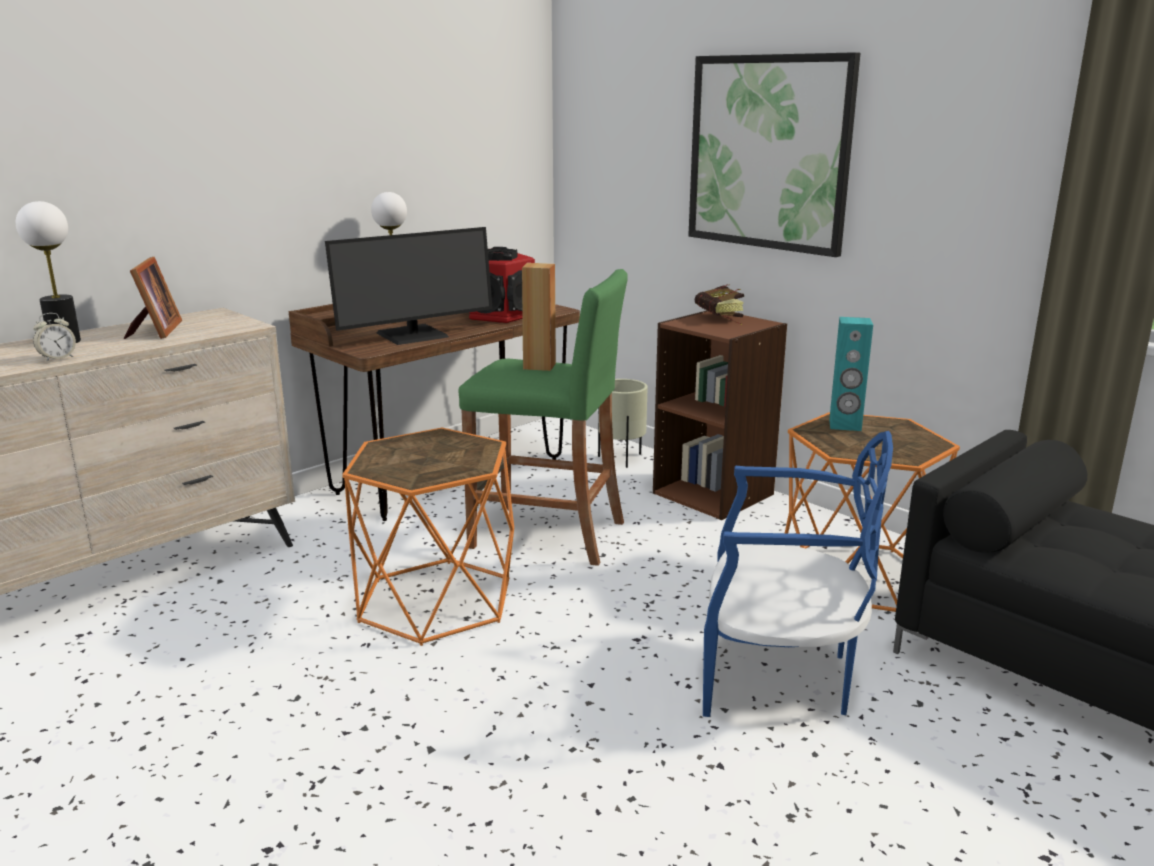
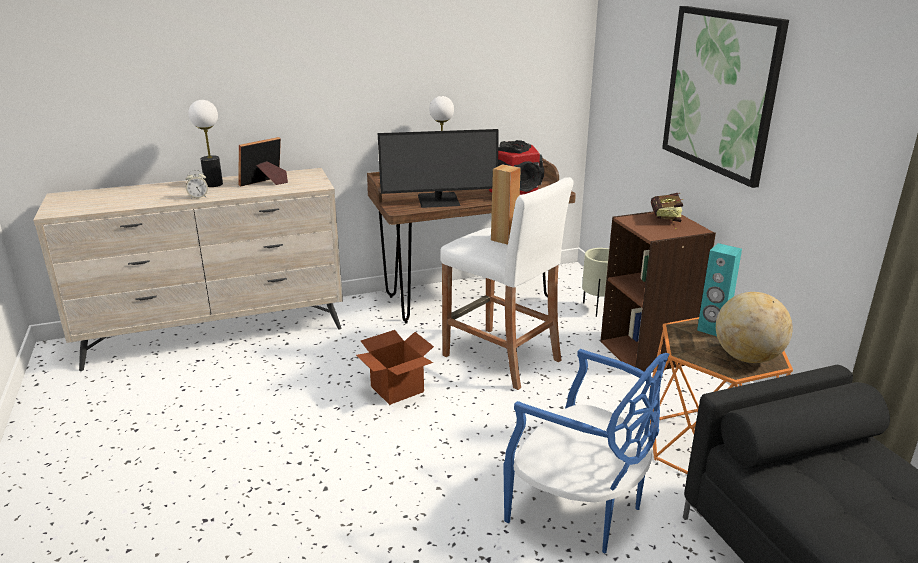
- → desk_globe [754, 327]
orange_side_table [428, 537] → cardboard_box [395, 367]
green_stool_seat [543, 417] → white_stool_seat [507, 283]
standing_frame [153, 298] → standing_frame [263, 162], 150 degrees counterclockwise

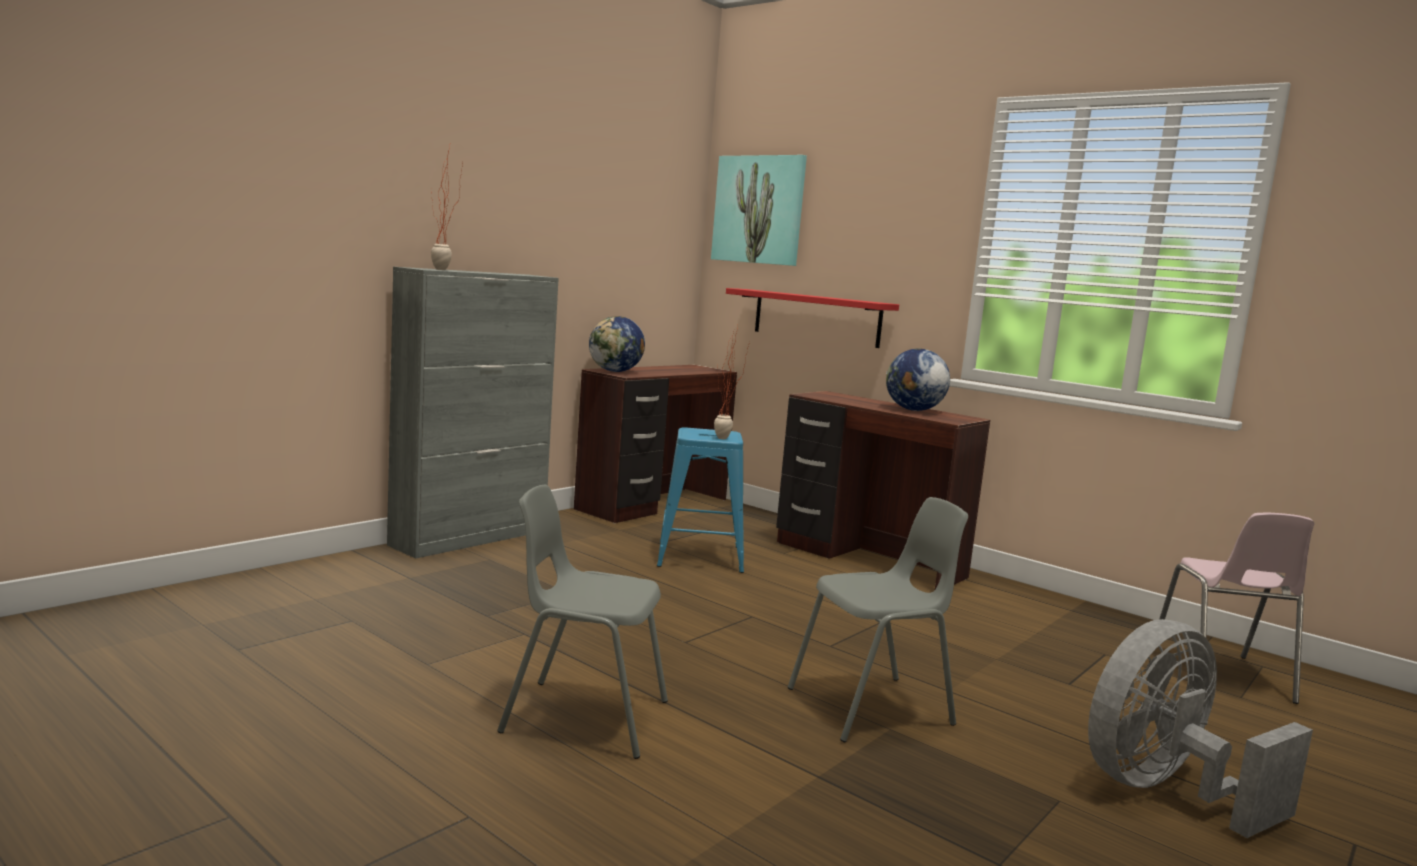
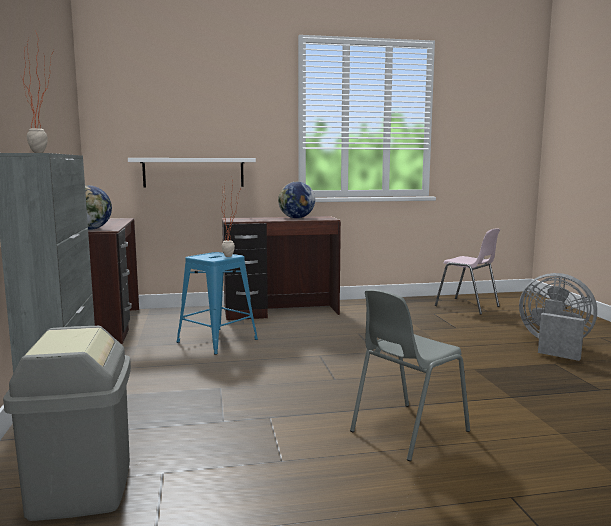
wall_picture [759, 210] → -
greyish_upright_chair [878, 619] → -
- → greyish_rubbish_bin [67, 423]
red-coloured_wall_shelf [812, 318] → white_wall_shelf [192, 172]
greyish_cooling_fan [1200, 728] → greyish_cooling_fan [558, 317], 120 degrees clockwise

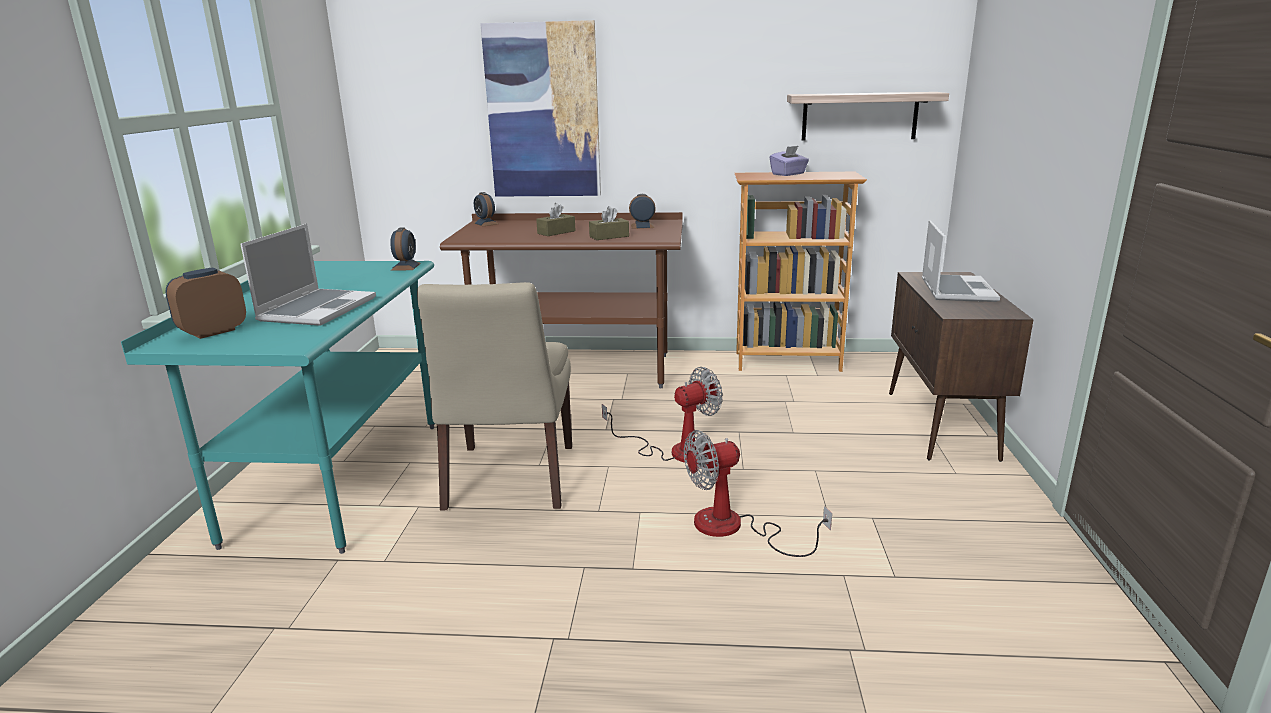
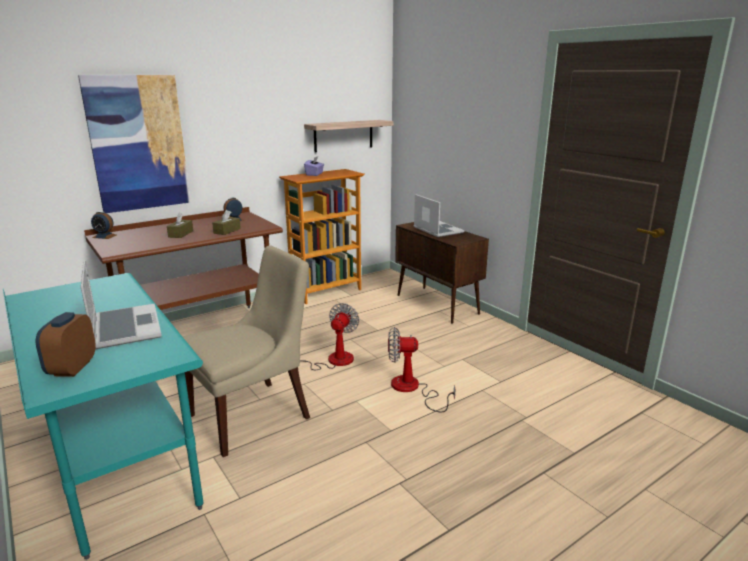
alarm_clock [405, 249] → -
beige-coloured_upright_chair [494, 396] → beige-coloured_upright_chair [246, 351], 90 degrees counterclockwise
cooling_fan [758, 493] → cooling_fan [422, 369], 60 degrees clockwise

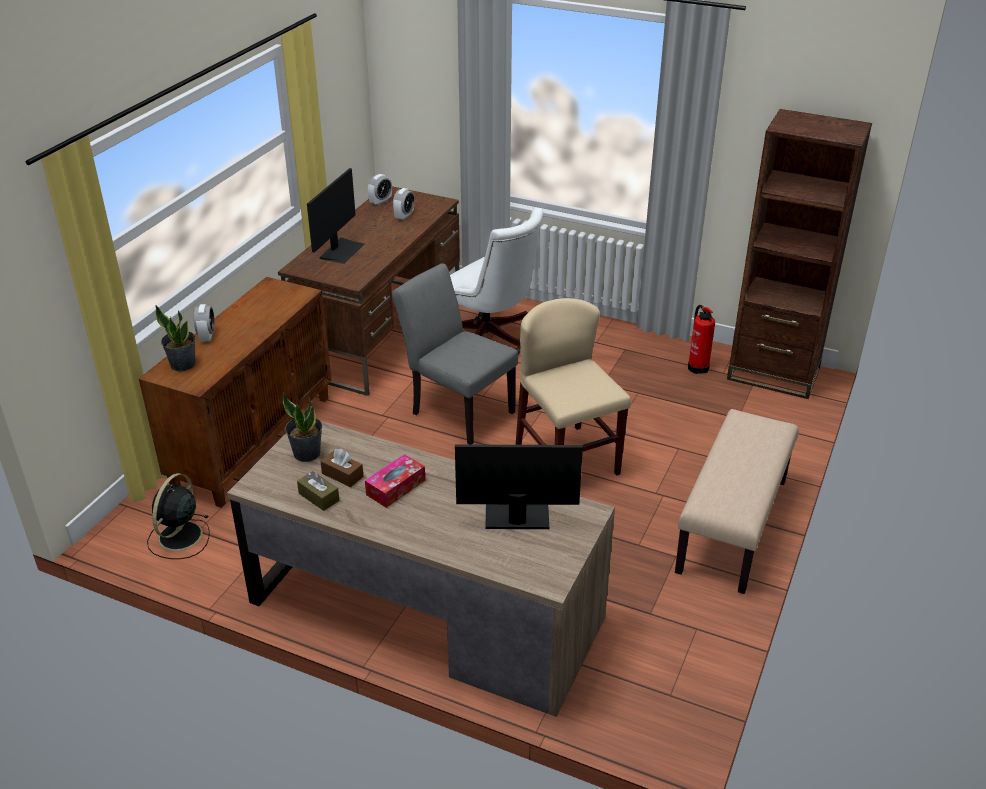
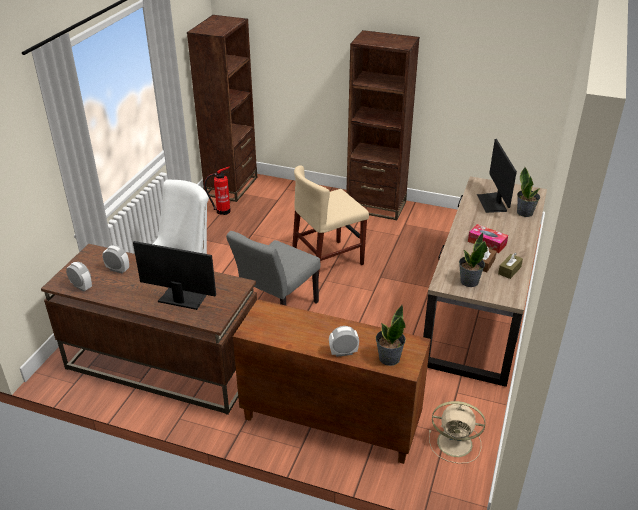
- → houseplant [528, 192]
beige-coloured_indoor_bench [737, 501] → brown_bookcase [383, 125]
blackish_cooling_fan [178, 516] → beige-coloured_cooling_fan [457, 432]

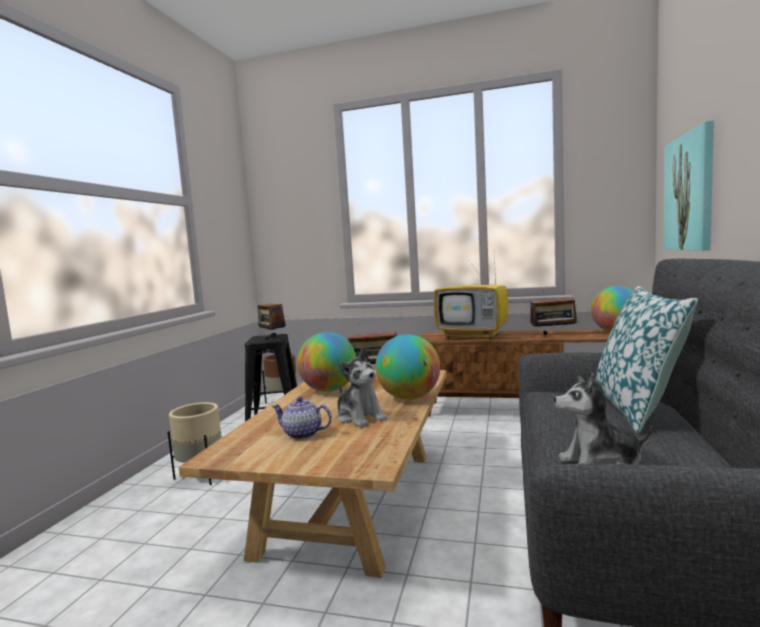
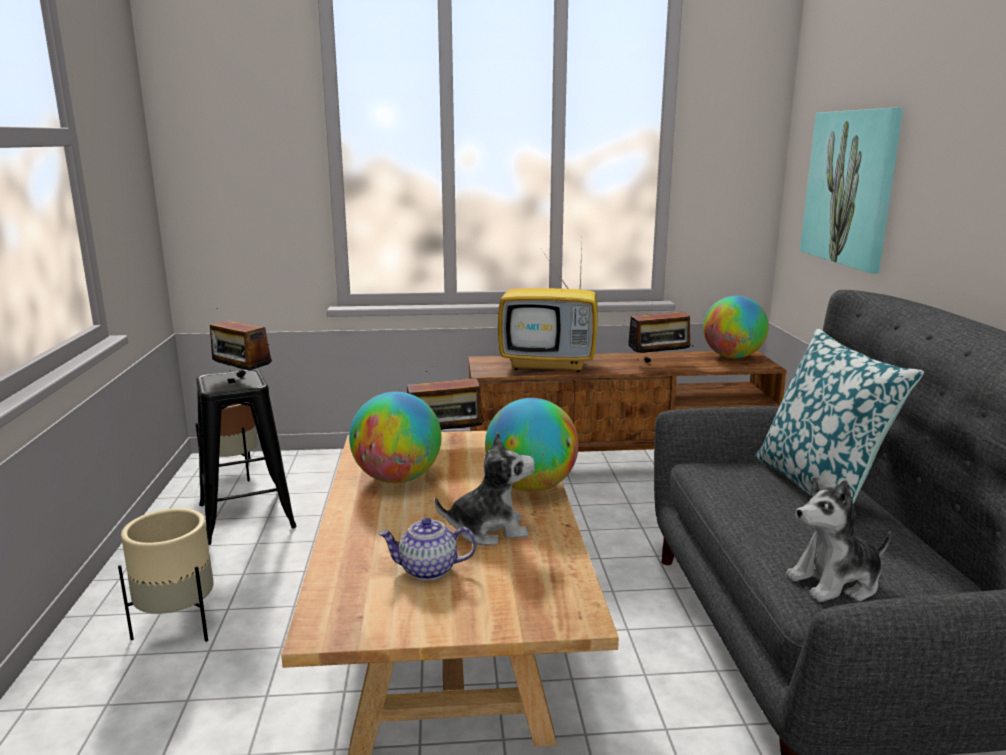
plush_toy [362, 388] → plush_toy [485, 489], 45 degrees counterclockwise

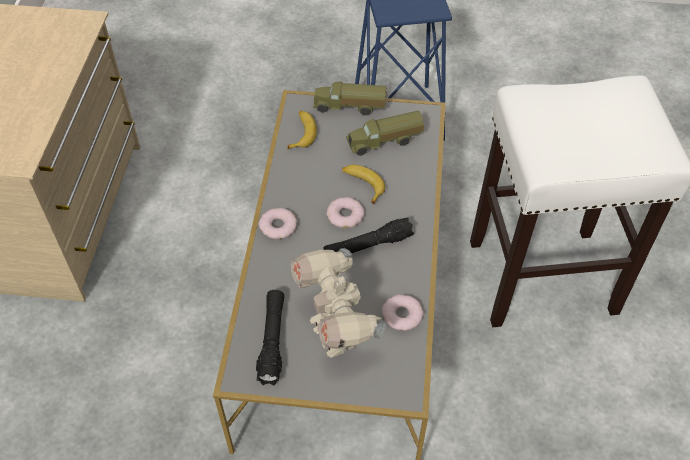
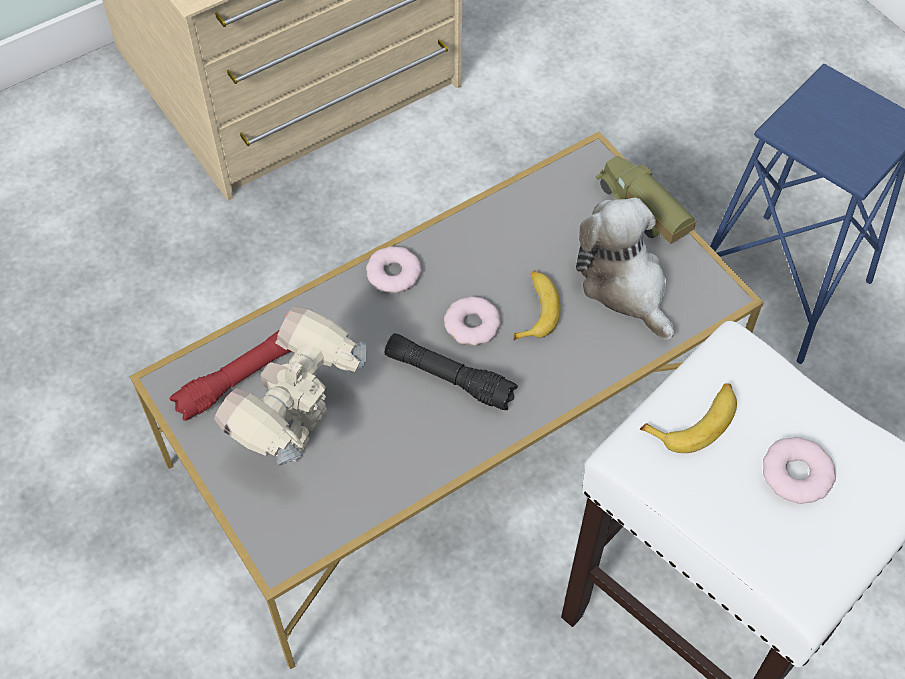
whole_banana [302, 130] → whole_banana [688, 418], moved
donut [403, 312] → donut [799, 470], moved
toy_lorry [385, 133] → plush_toy [625, 268]
blackish_hand_torch [270, 337] → red-coloured_hand_torch [230, 375]

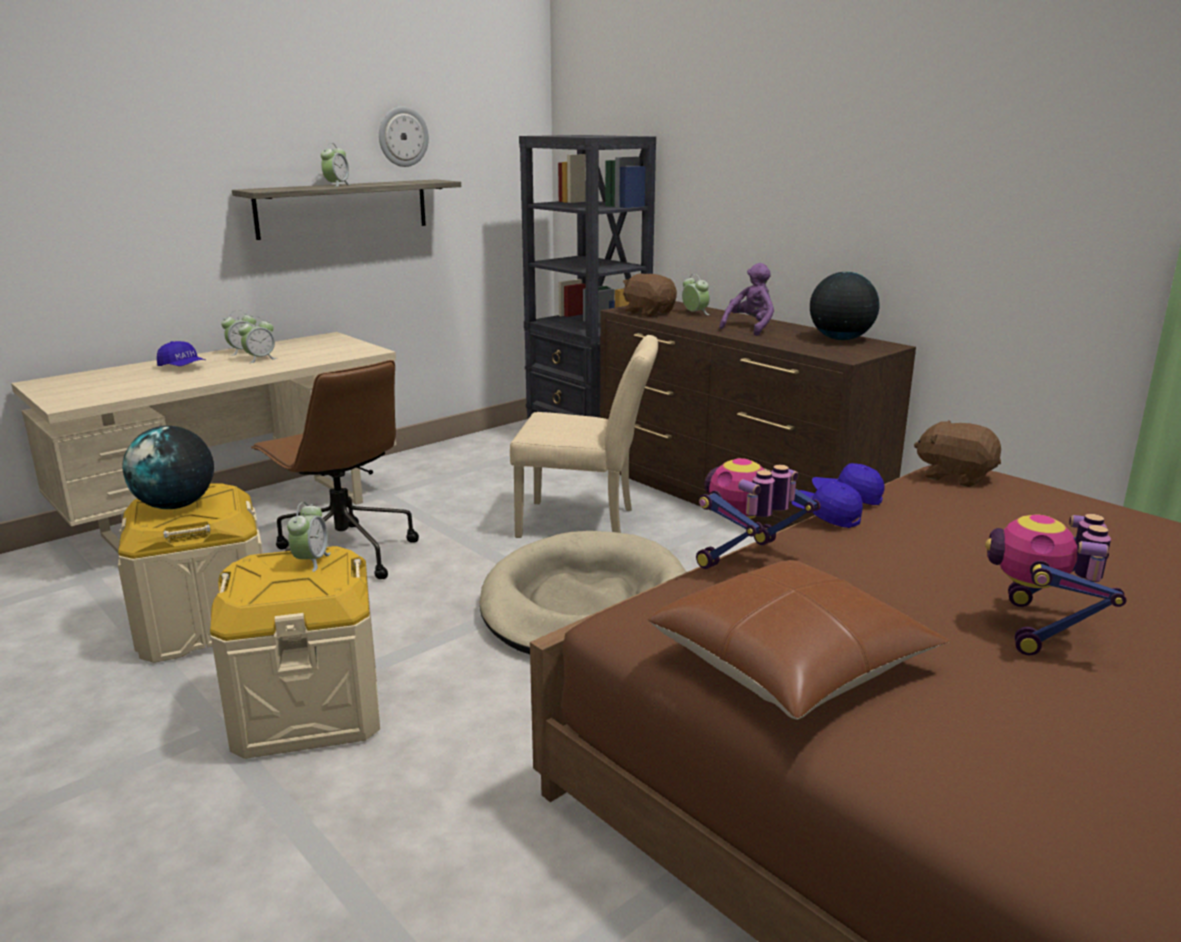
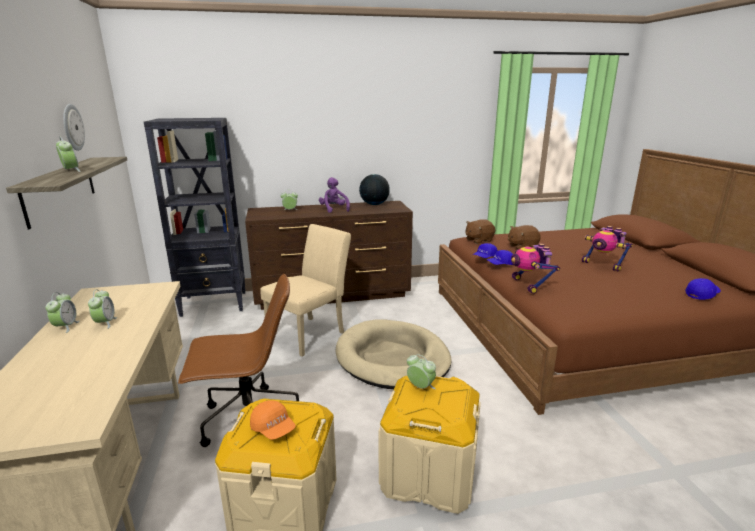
brown_pillow [799, 639] → -
blue-coloured_baseball_cap [181, 353] → blue-coloured_baseball_cap [703, 289], moved
brown_plush_toy [650, 295] → brown_plush_toy [524, 237], moved
desk_globe [168, 467] → orange_baseball_cap [273, 420]

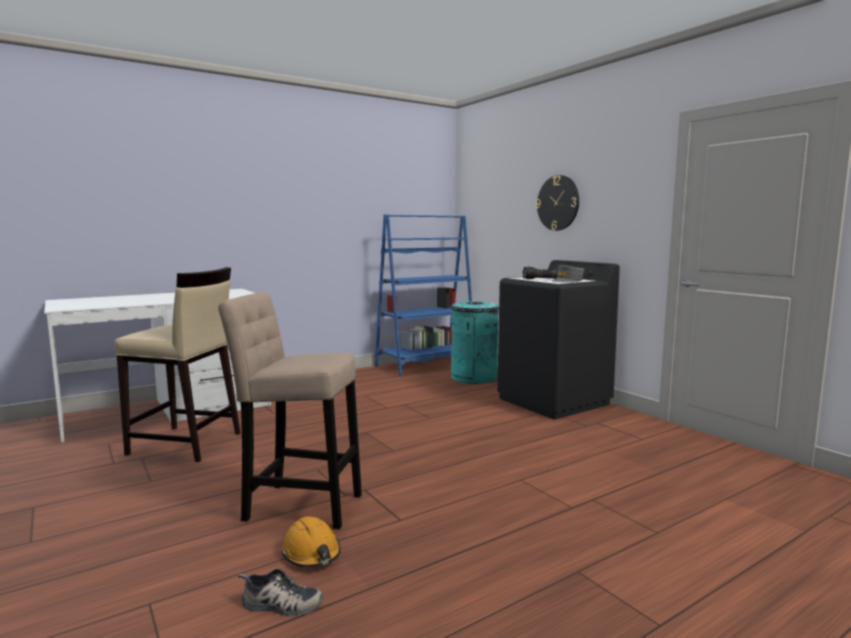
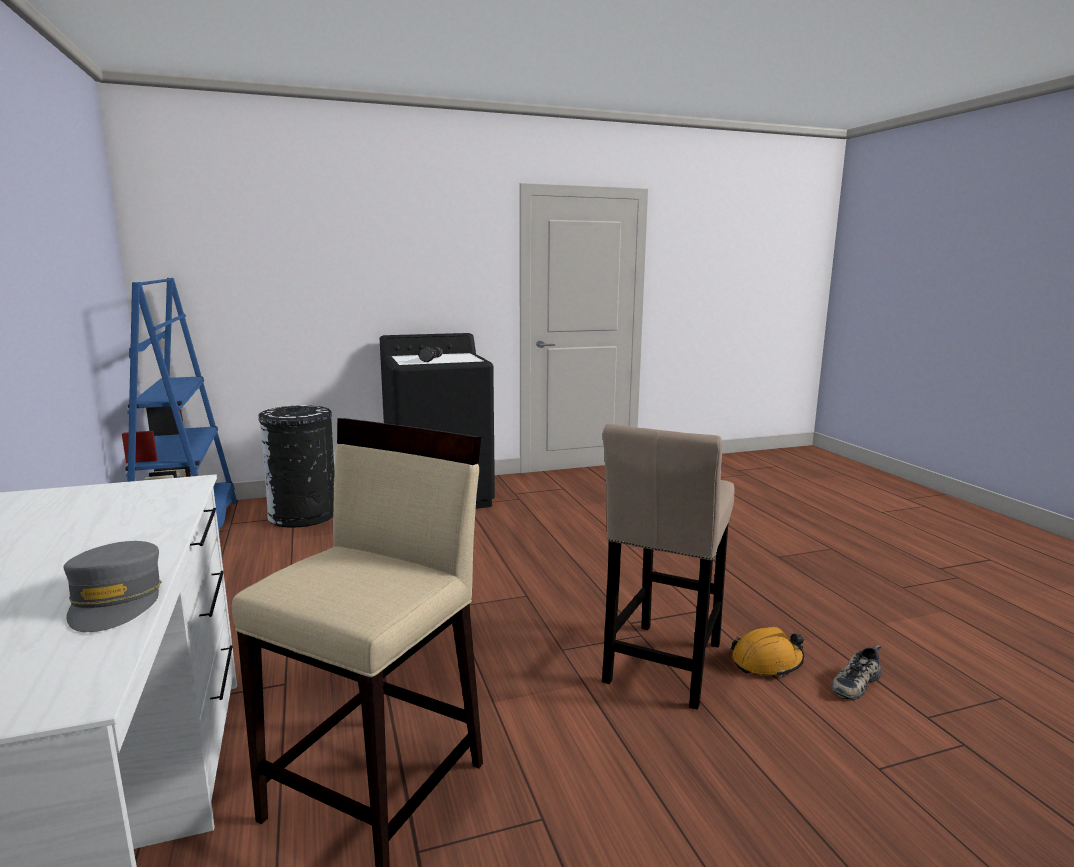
wall_clock [557, 203] → -
greyish_baseball_cap [568, 273] → greyish_baseball_cap [113, 586], moved
turquoise-coloured_rubbish_bin [475, 342] → blackish_rubbish_bin [296, 466]
shoe [280, 592] → shoe [856, 672], 150 degrees counterclockwise

